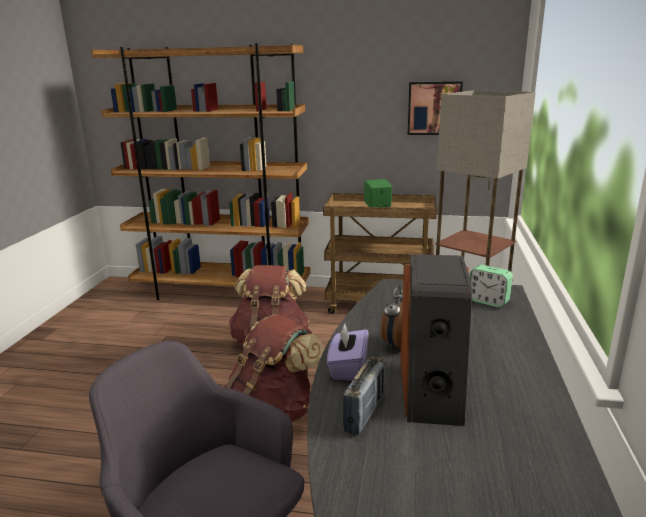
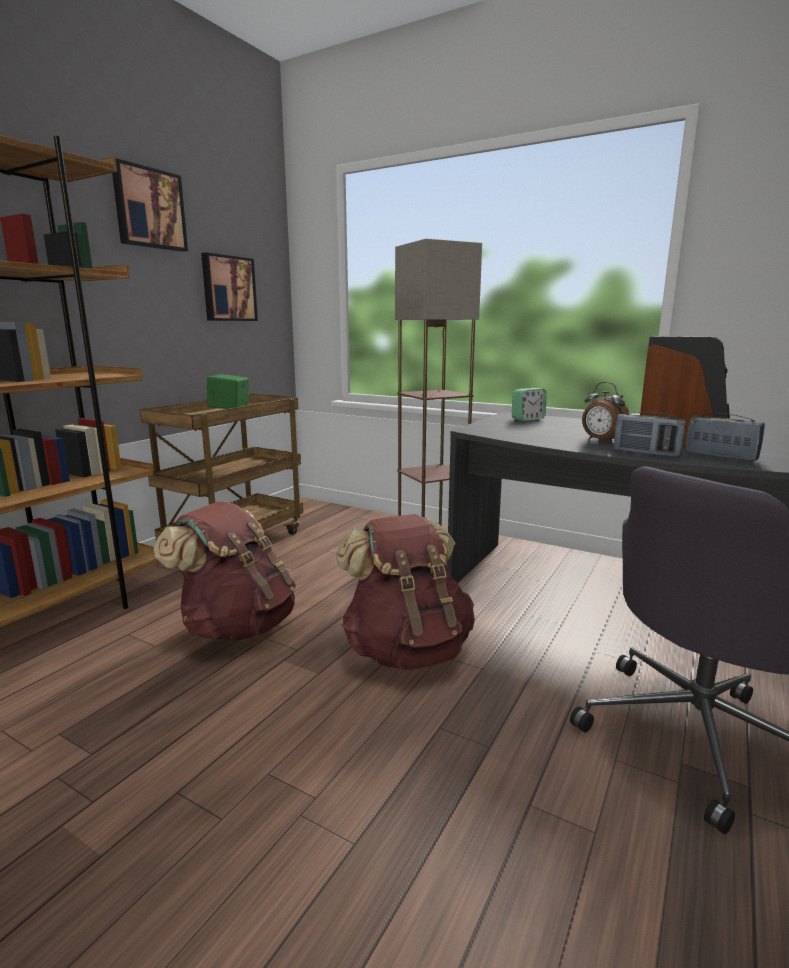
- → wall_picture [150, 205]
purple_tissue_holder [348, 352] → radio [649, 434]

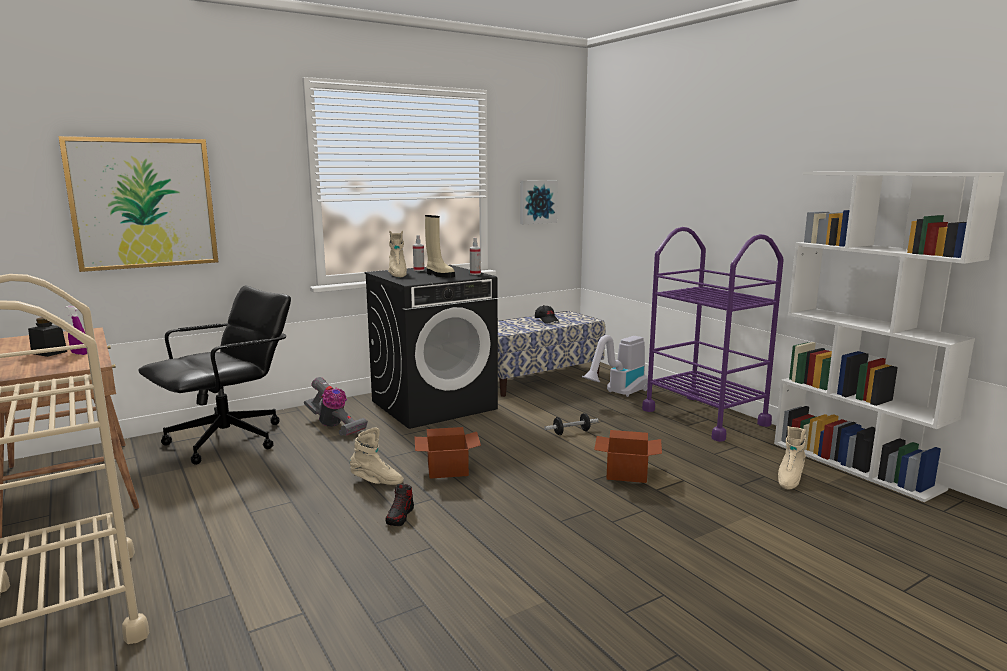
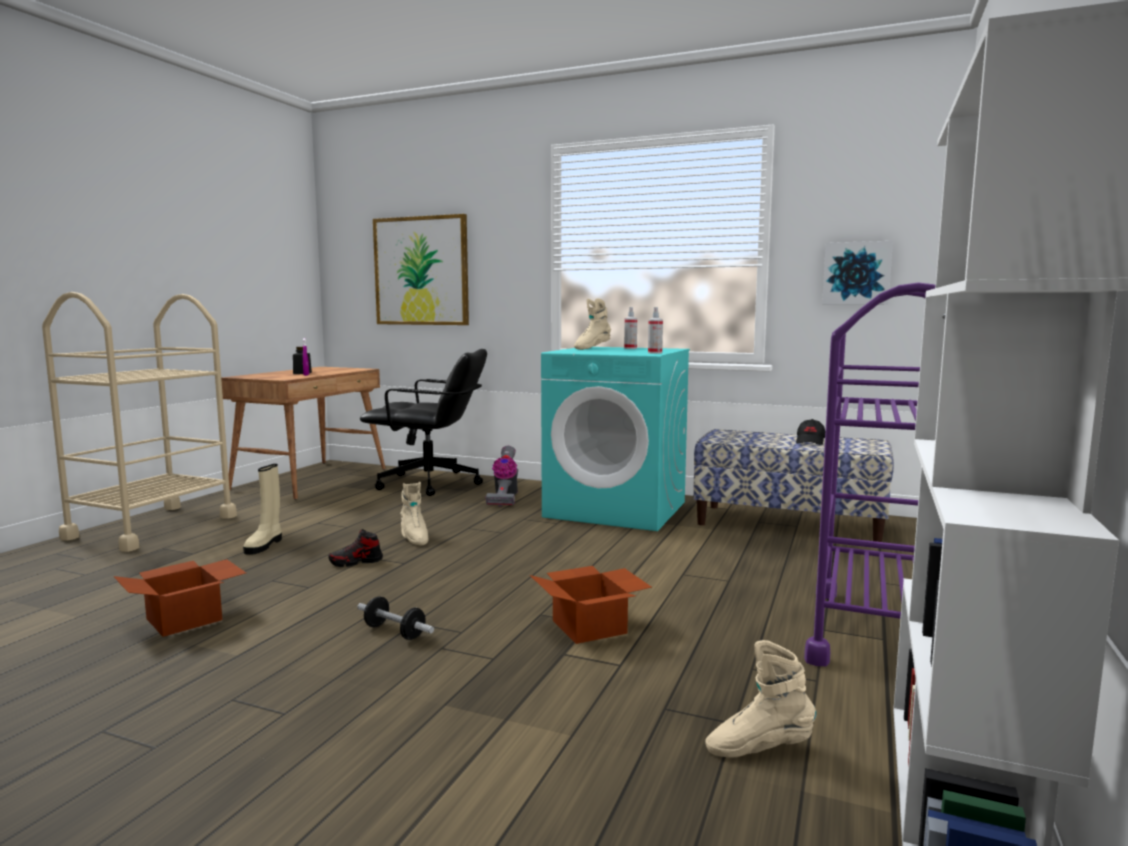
vacuum [615, 366] → -
cardboard_box [447, 453] → cardboard_box [179, 598], moved
beige-coloured_boot [440, 246] → beige-coloured_boot [262, 509], moved
free_weight [571, 424] → free_weight [395, 618], moved
blackish_washing_machine [431, 347] → turquoise-coloured_washing_machine [615, 439]

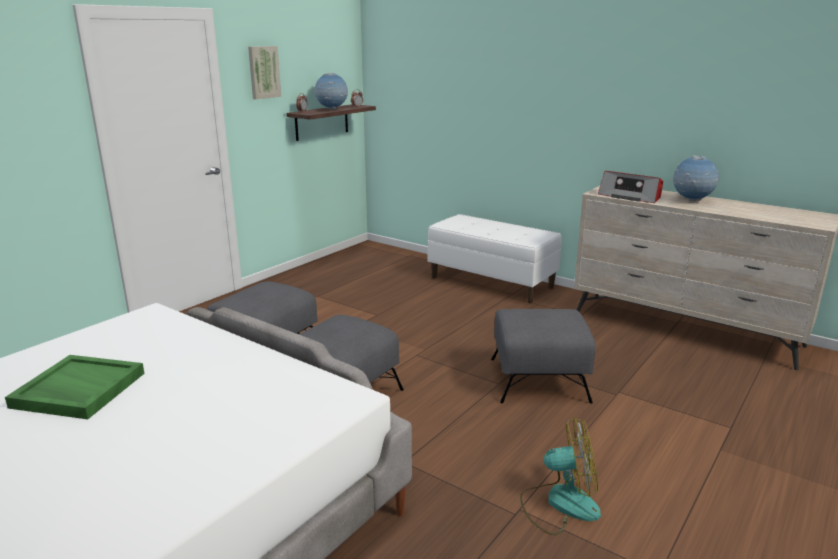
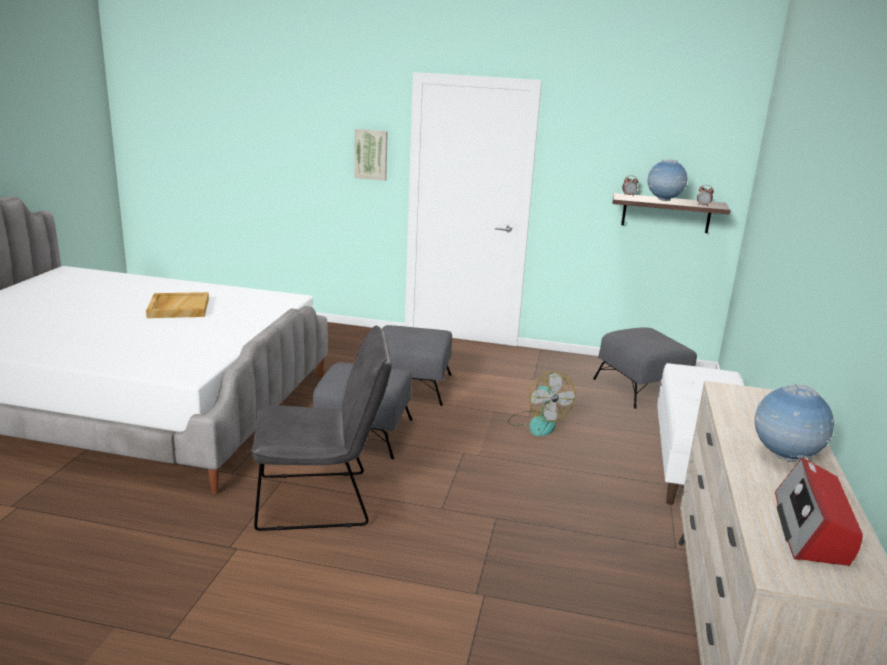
- → greyish_upright_chair [321, 428]
wall_picture [264, 72] → wall_picture [371, 155], moved
greyish_pouffe [543, 356] → greyish_pouffe [645, 368], moved
cooling_fan [560, 476] → cooling_fan [541, 403], moved
radio [630, 187] → radio [819, 512], moved
green_tray [75, 387] → beige-coloured_tray [177, 305]

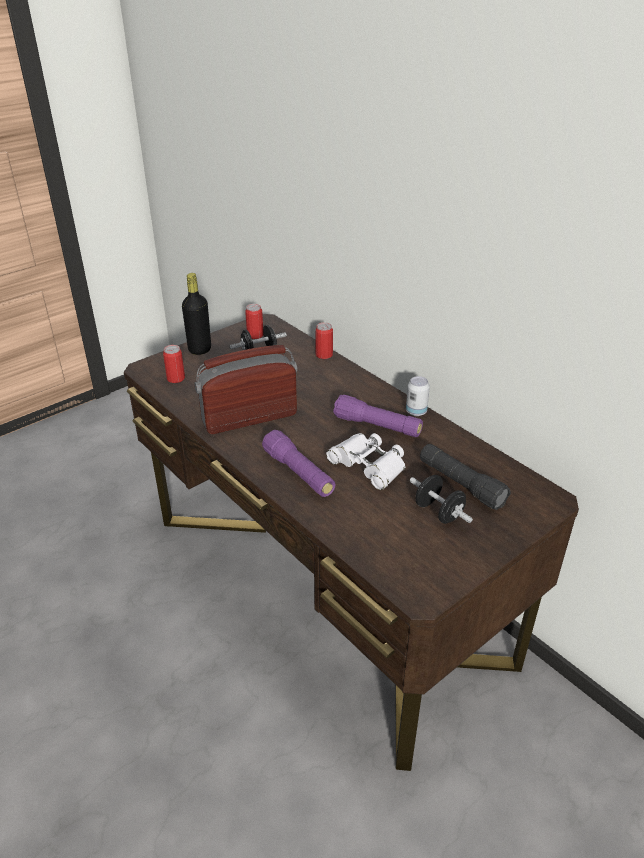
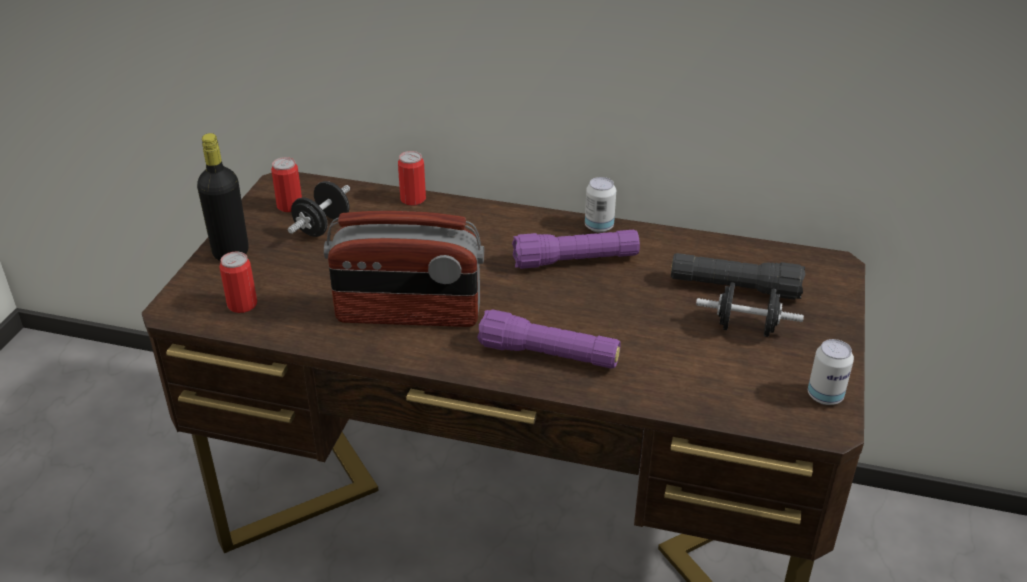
white_pair_of_binoculars [365, 461] → -
- → metal_can [831, 372]
radio [245, 389] → radio [404, 269], 120 degrees counterclockwise

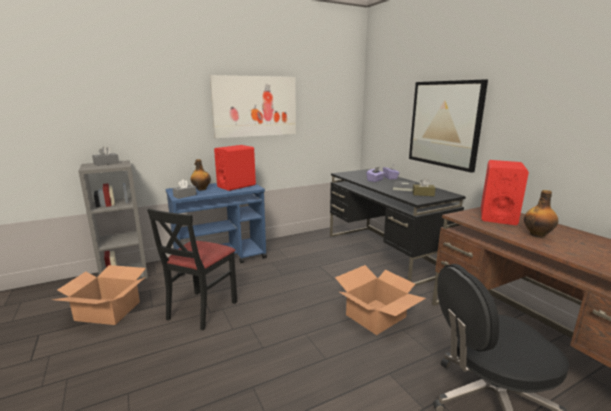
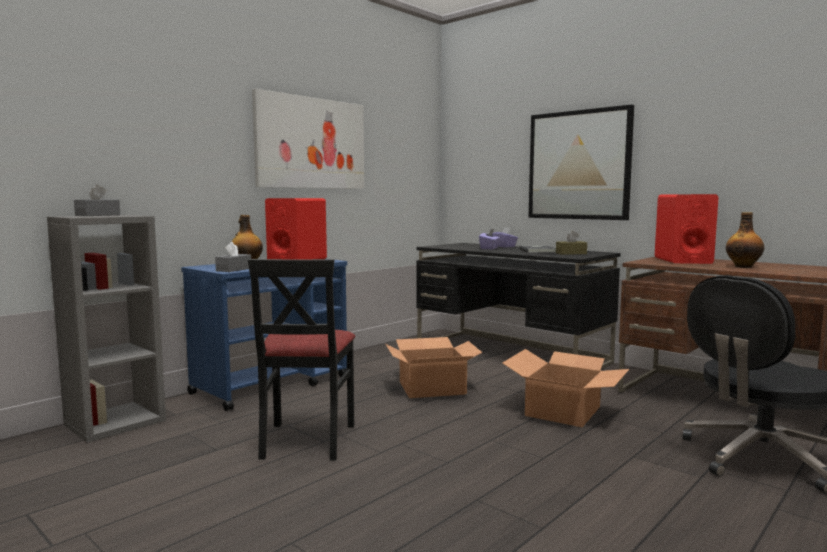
cardboard_box [99, 295] → cardboard_box [434, 367], moved

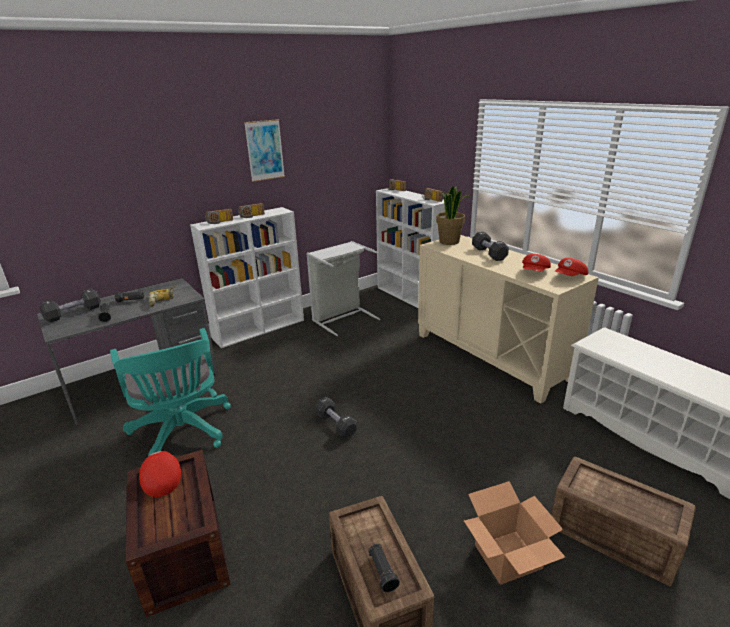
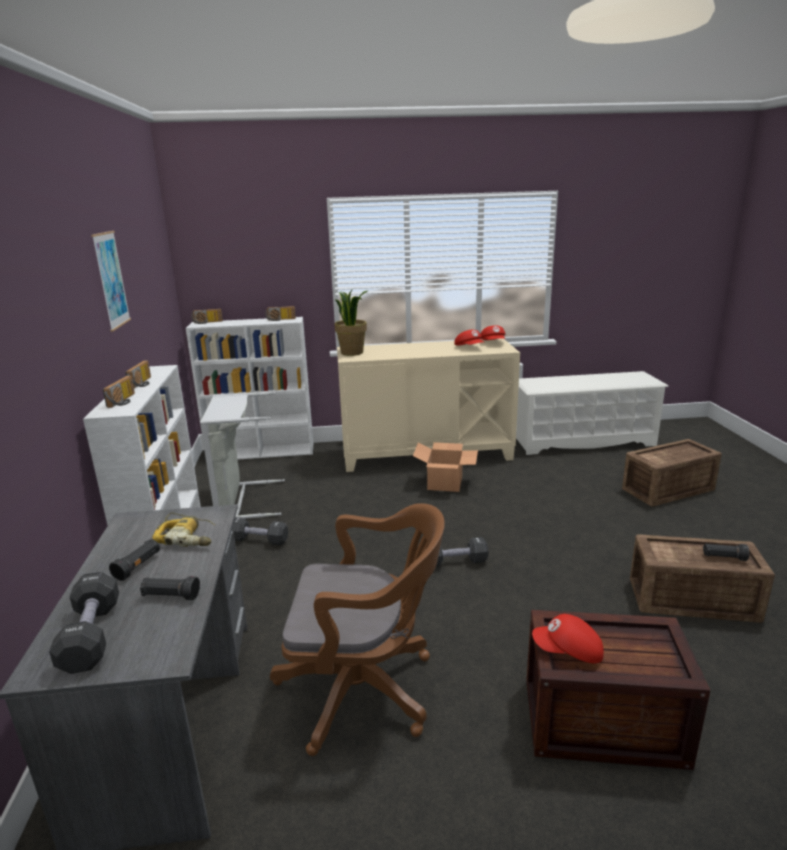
cardboard_box [514, 533] → cardboard_box [445, 467], moved
blackish_free_weight [490, 246] → blackish_free_weight [260, 531], moved
turquoise-coloured_desk_chair [170, 392] → brown_desk_chair [357, 629]

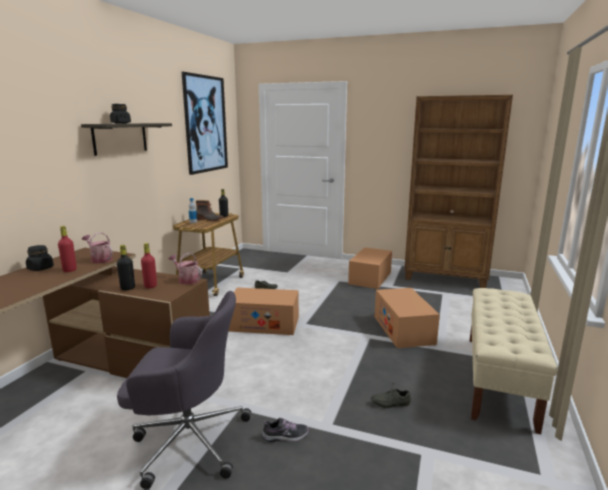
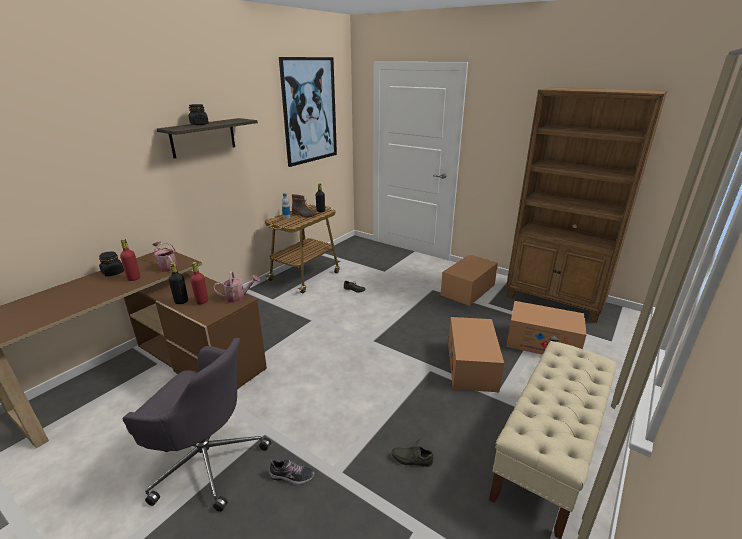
cardboard_box [264, 311] → cardboard_box [546, 328], moved
watering_can [185, 268] → watering_can [236, 287], 120 degrees clockwise

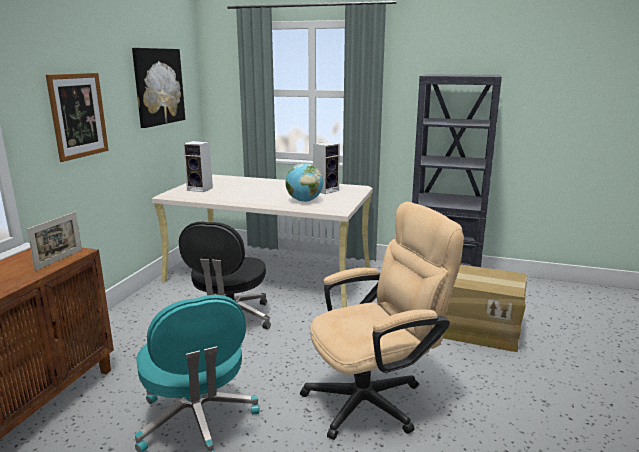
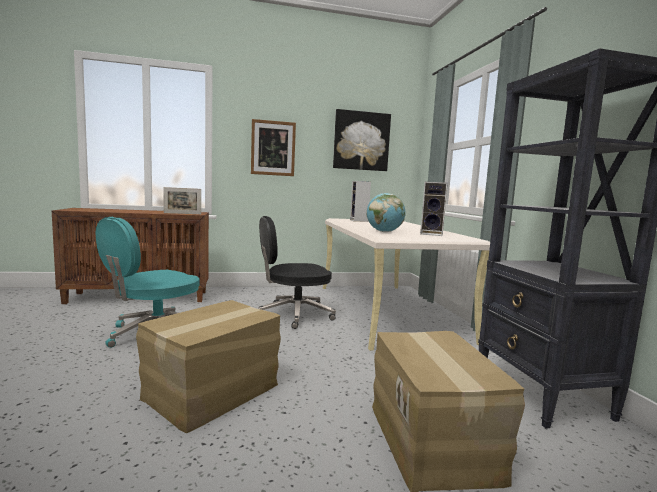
beige-coloured_desk_chair [382, 321] → cardboard_box [208, 366]

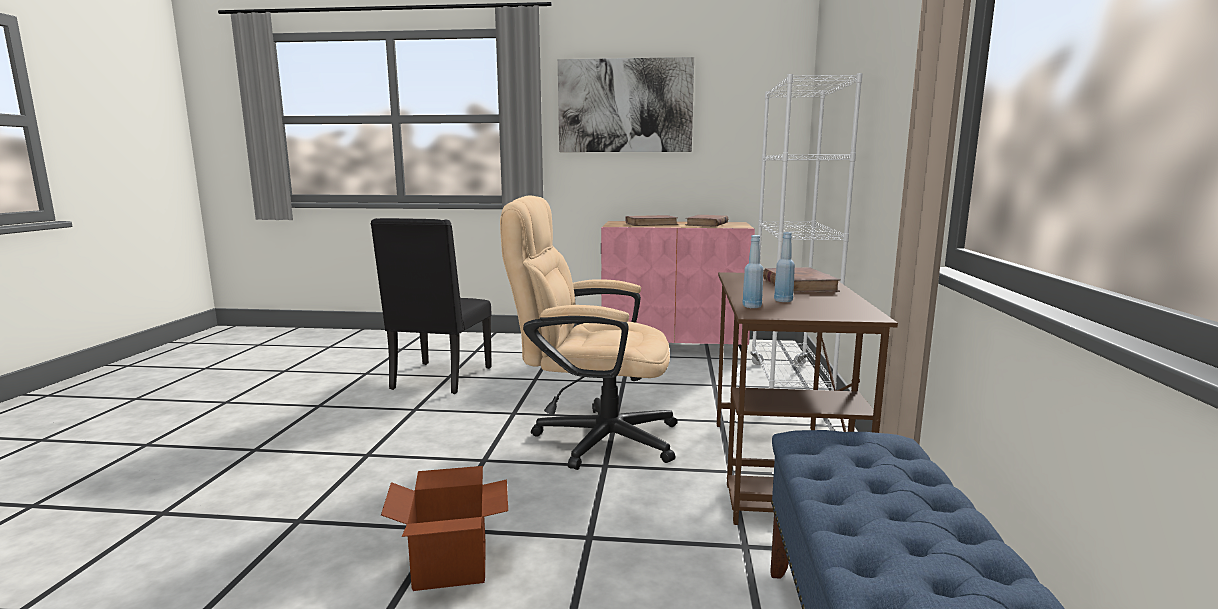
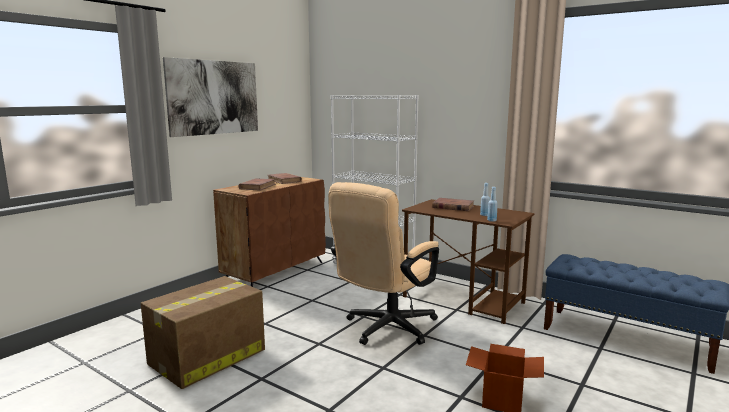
blackish_upright_chair [431, 306] → cardboard_box [203, 332]
pink-coloured_cupboard [678, 286] → brown_cupboard [269, 232]

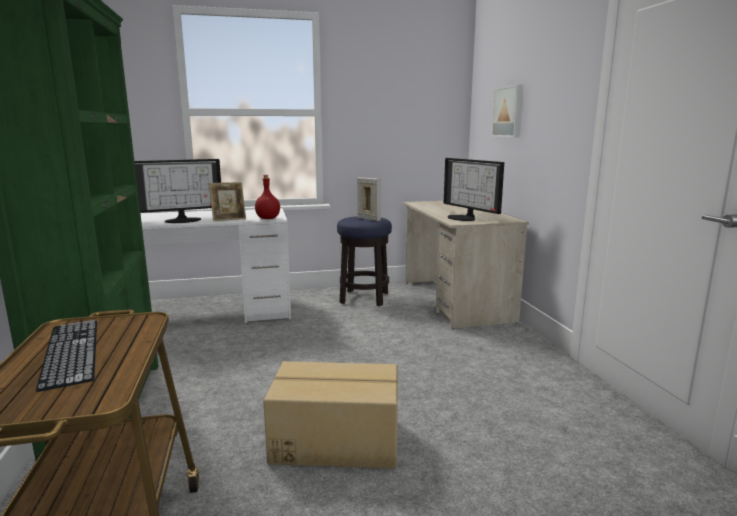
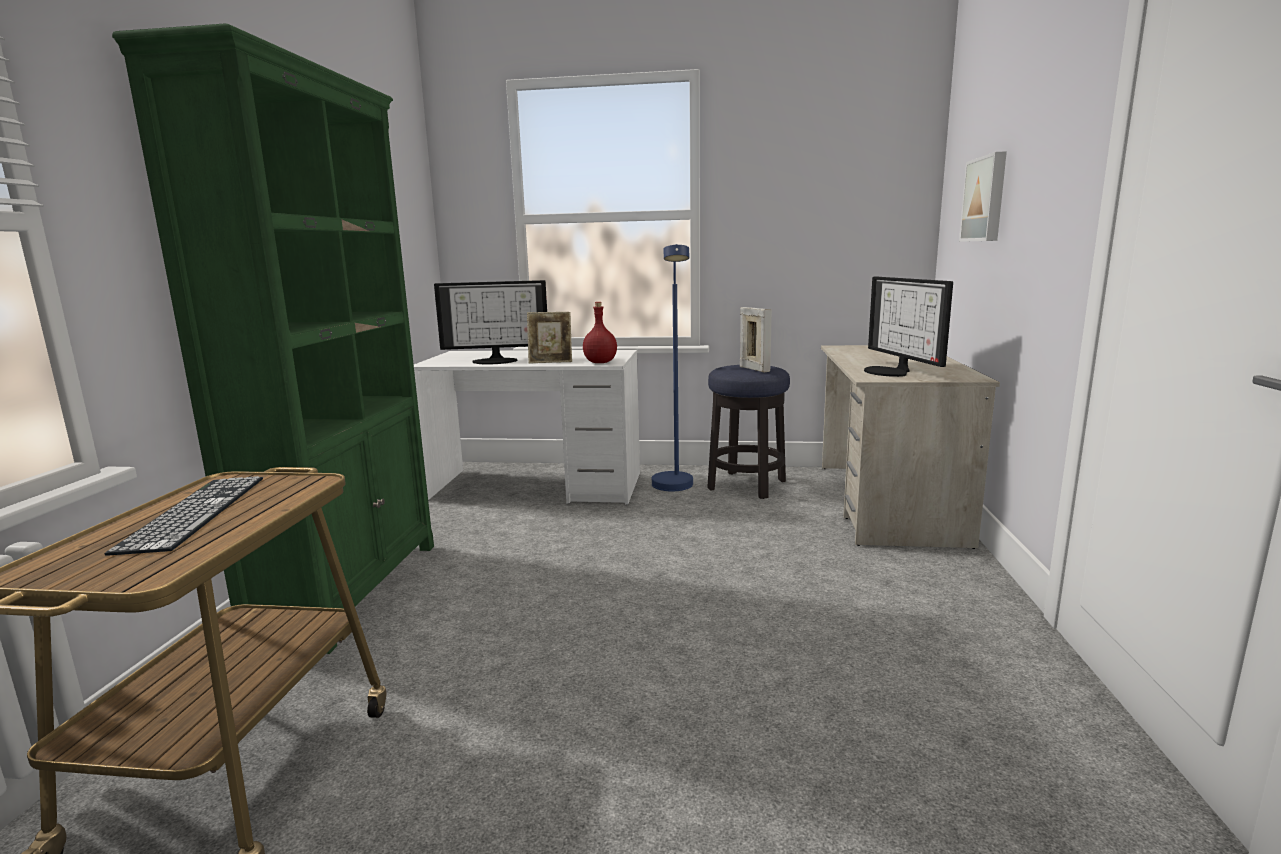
cardboard_box [330, 415] → -
- → blue-coloured_standard_lamp [672, 367]

